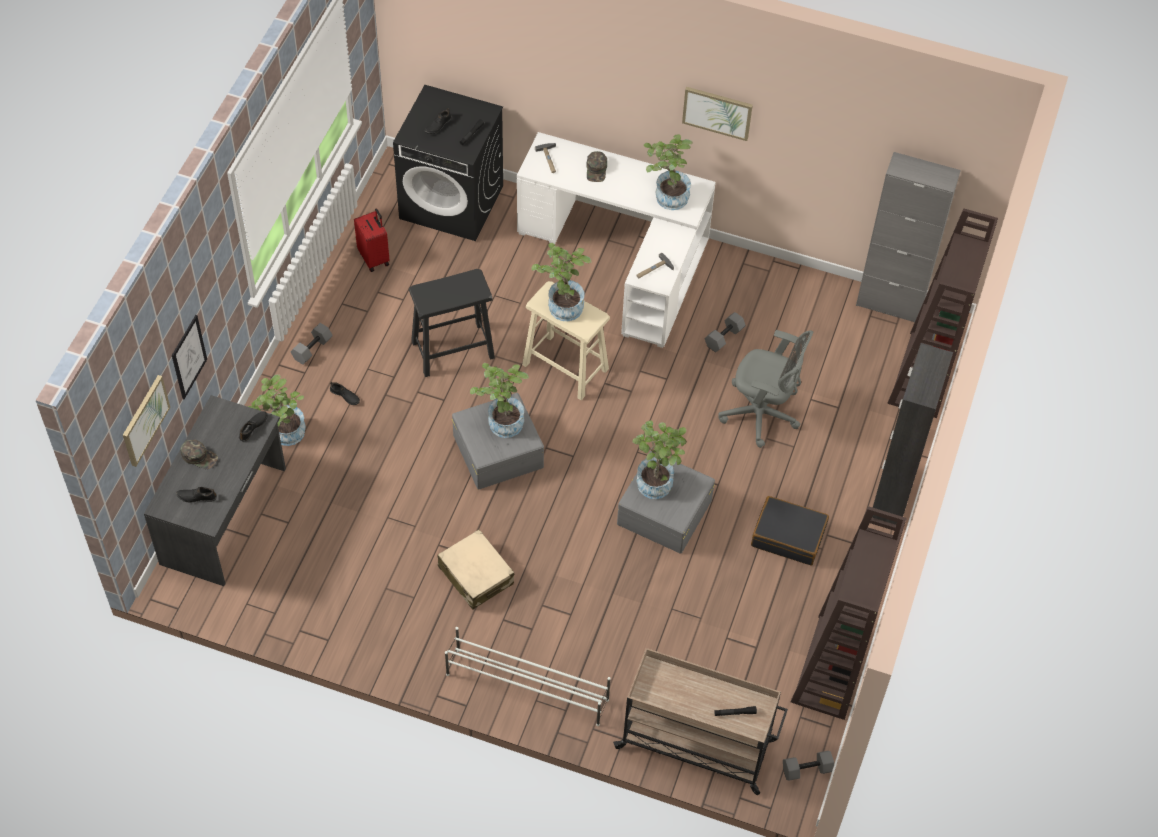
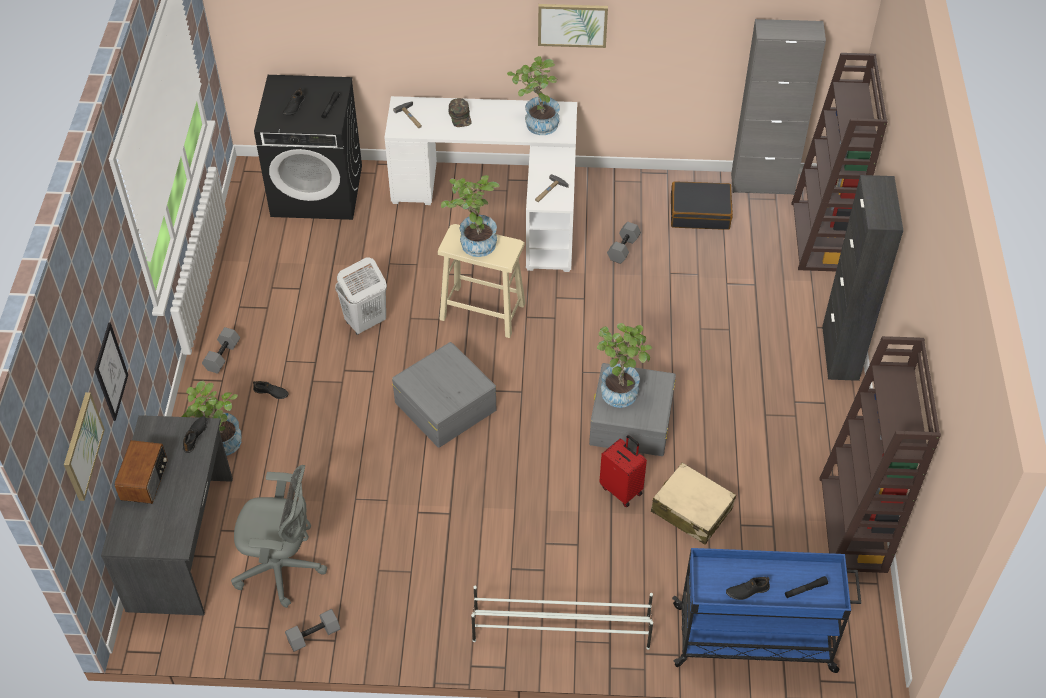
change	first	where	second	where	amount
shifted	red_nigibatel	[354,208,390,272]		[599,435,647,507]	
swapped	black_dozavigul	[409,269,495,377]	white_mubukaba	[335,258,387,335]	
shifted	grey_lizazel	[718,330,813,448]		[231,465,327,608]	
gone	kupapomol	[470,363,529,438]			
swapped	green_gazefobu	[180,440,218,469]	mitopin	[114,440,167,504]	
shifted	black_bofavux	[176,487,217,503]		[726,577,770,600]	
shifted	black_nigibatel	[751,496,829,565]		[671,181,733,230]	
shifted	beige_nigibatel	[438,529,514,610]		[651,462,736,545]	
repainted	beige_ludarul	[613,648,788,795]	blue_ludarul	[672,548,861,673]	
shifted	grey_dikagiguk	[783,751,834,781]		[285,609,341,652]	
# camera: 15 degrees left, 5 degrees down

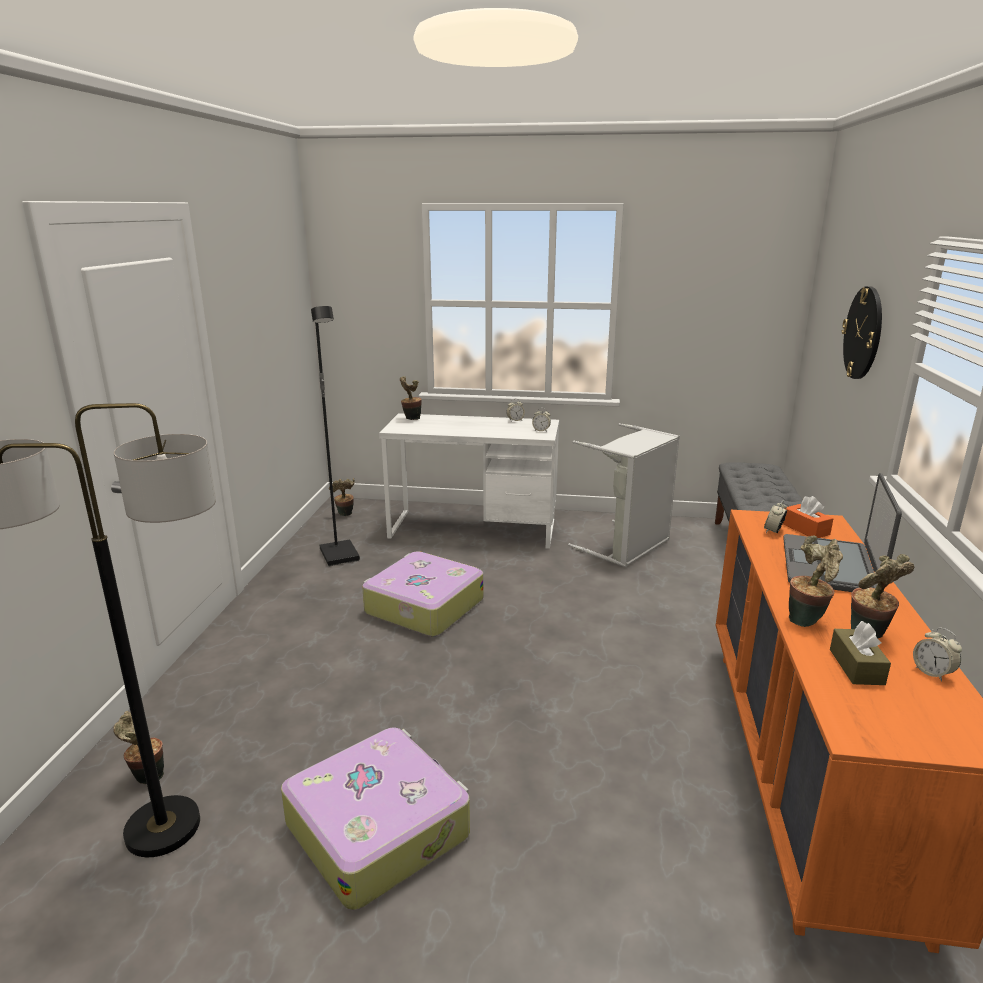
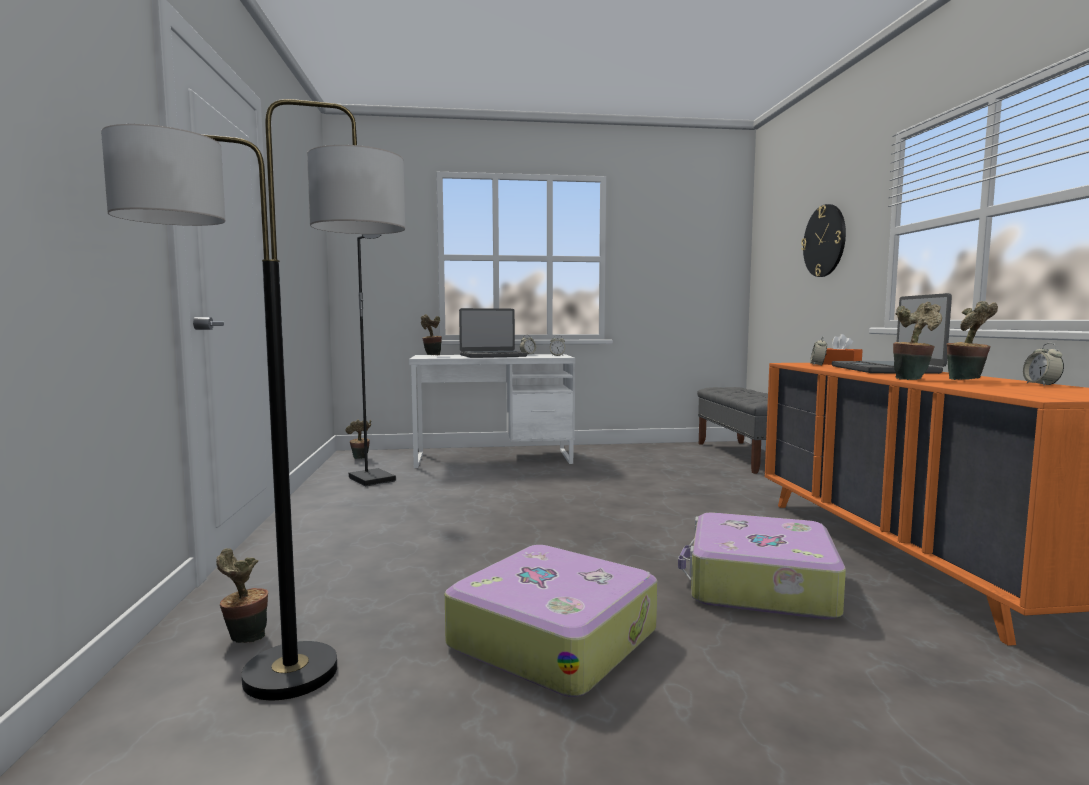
change	first	where	second	where	amount
gone	grey_mubukaba	[568,423,680,567]			
shifted	nigibatel	[362,551,483,637]		[678,512,846,620]	
gone	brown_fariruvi	[830,621,891,685]			
rotated	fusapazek	[913,627,962,682]		[1023,343,1064,385]	45 degrees clockwise
new			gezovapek	[459,308,527,358]	
# camera: 15 degrees left, 15 degrees down

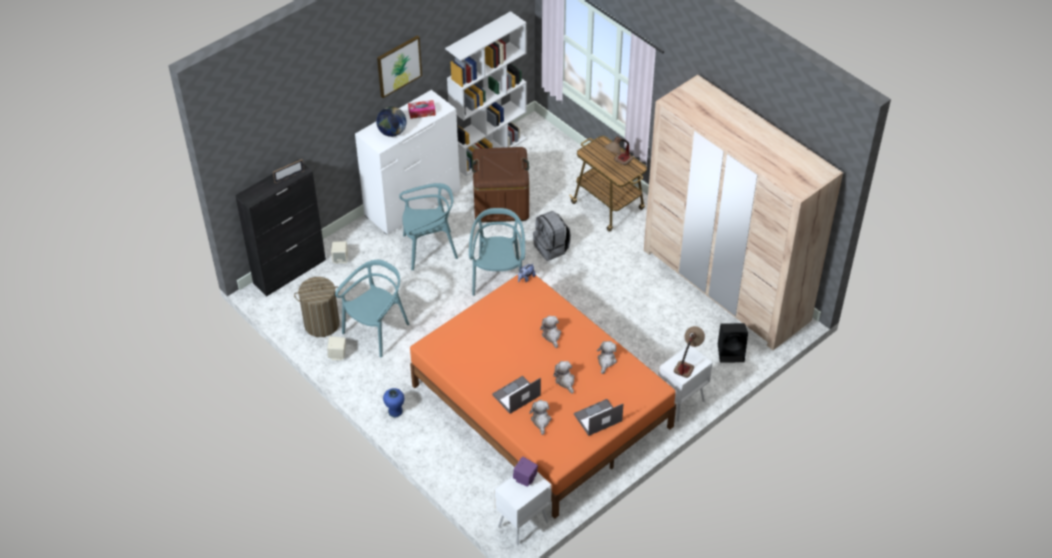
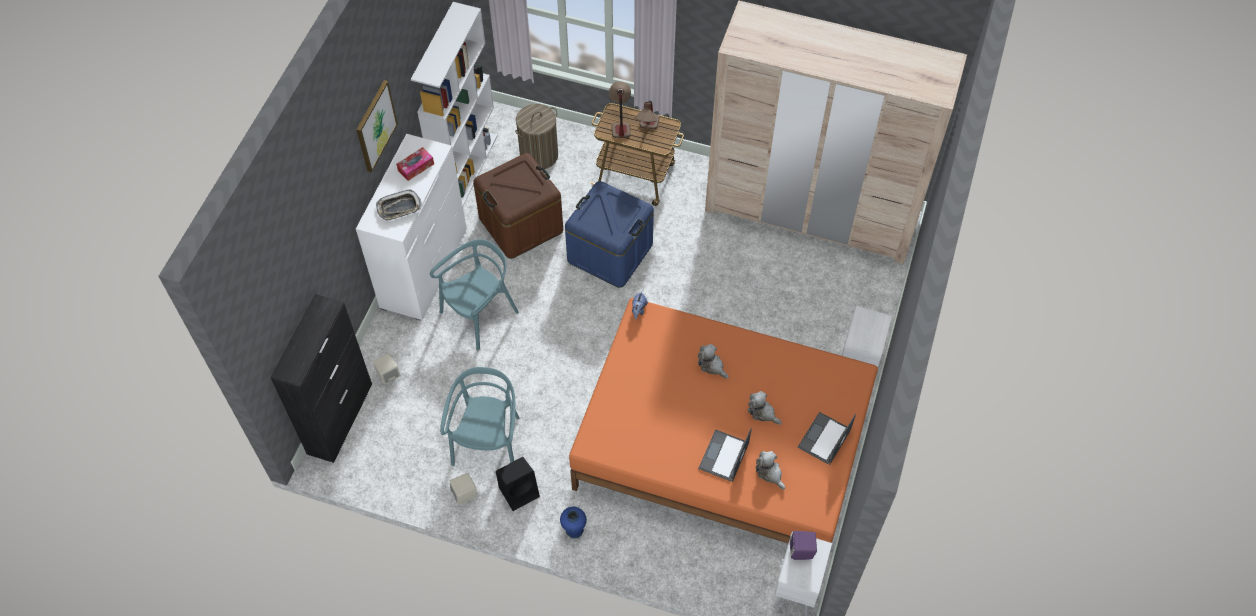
change	first	where	second	where	amount
swapped	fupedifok	[376,107,406,137]	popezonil	[376,189,422,221]	
gone	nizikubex	[273,159,304,184]			
gone	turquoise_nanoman	[469,208,525,296]			
swapped	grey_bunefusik	[533,211,571,261]	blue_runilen	[565,181,654,288]	
shifted	mubukaba	[294,277,340,337]		[515,104,558,169]	
shifted	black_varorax	[718,323,748,363]		[496,457,540,511]	
shifted	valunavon	[674,326,705,378]		[609,81,631,138]	
gone	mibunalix	[597,341,617,374]			
# camera: 30 degrees left, 10 degrees up

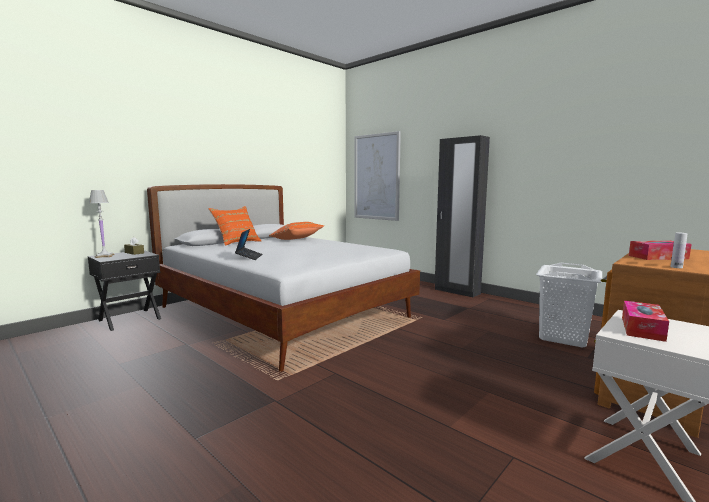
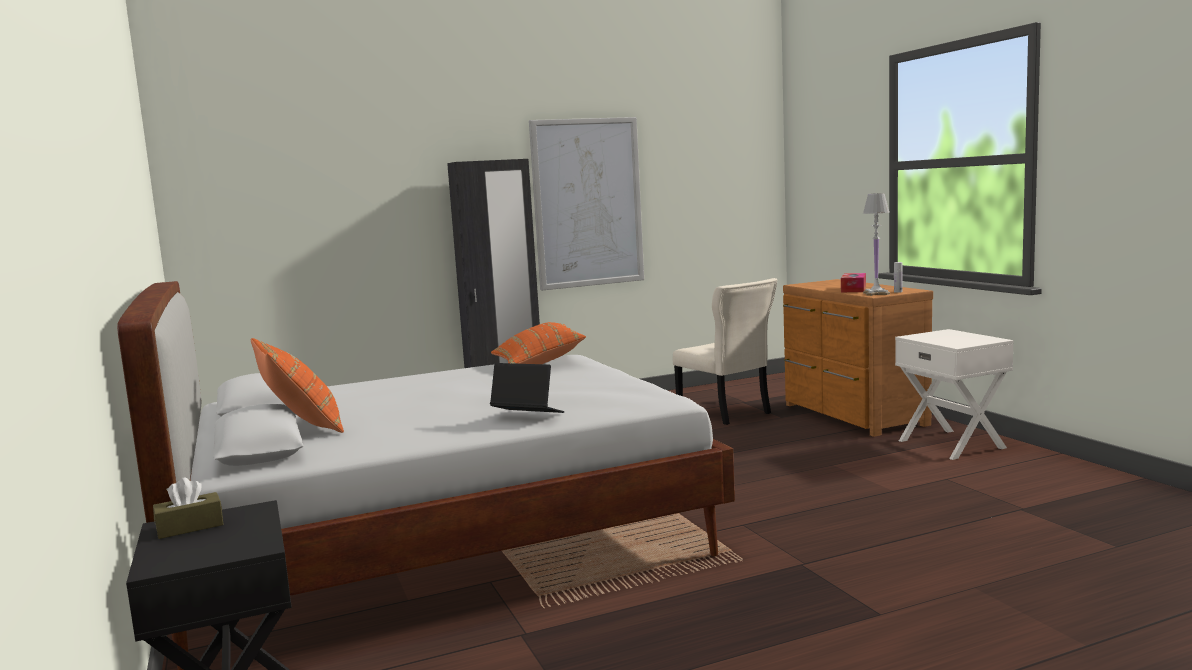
change	first	where	second	where	amount
shifted	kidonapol	[354,131,401,221]		[529,117,644,291]	
shifted	white_valunavon	[89,190,115,258]		[863,193,890,296]	
shifted	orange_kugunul	[269,222,324,240]		[491,322,586,364]	
swapped	white_mubukaba	[536,263,602,348]	beige_nanoman	[673,278,777,425]	
gone	fariruvi	[622,301,669,342]			
# camera: 65 degrees left, 0 degrees up

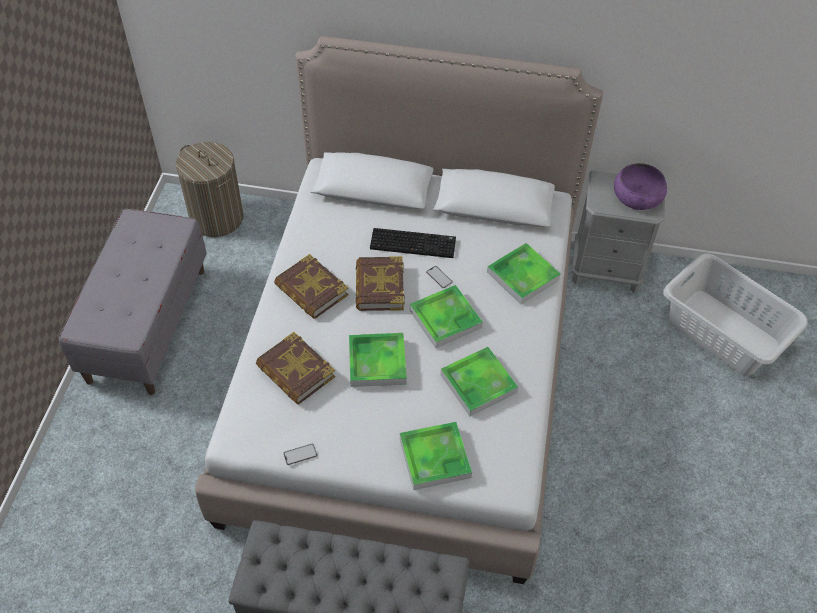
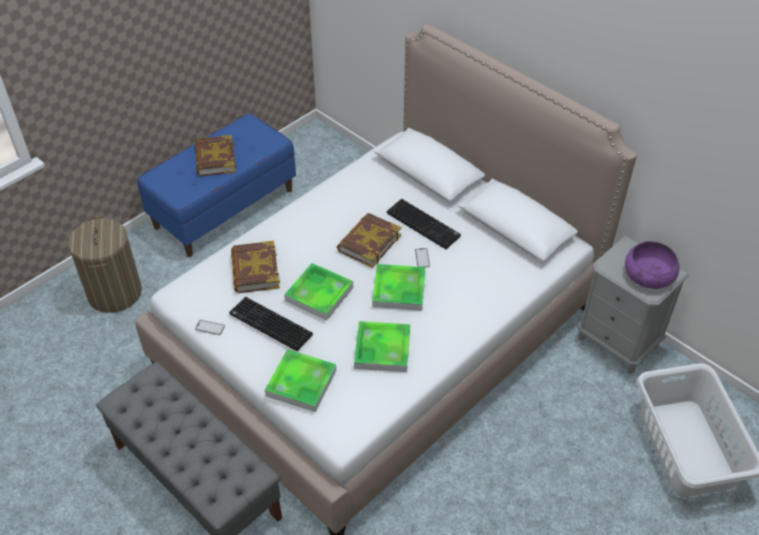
change	first	where	second	where	amount
shifted	mubukaba	[176,142,243,237]		[68,216,142,313]	
repainted	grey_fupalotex	[59,209,207,395]	blue_fupalotex	[137,113,296,257]	
gone	popezonil	[487,243,561,304]			
shifted	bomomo	[274,254,349,319]		[195,135,236,176]	
new			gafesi	[229,297,313,351]	
# camera: 35 degrees right, 5 degrees down

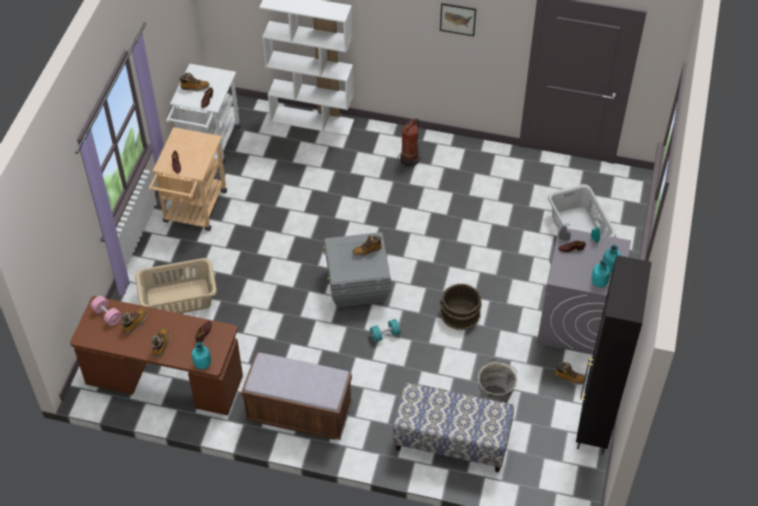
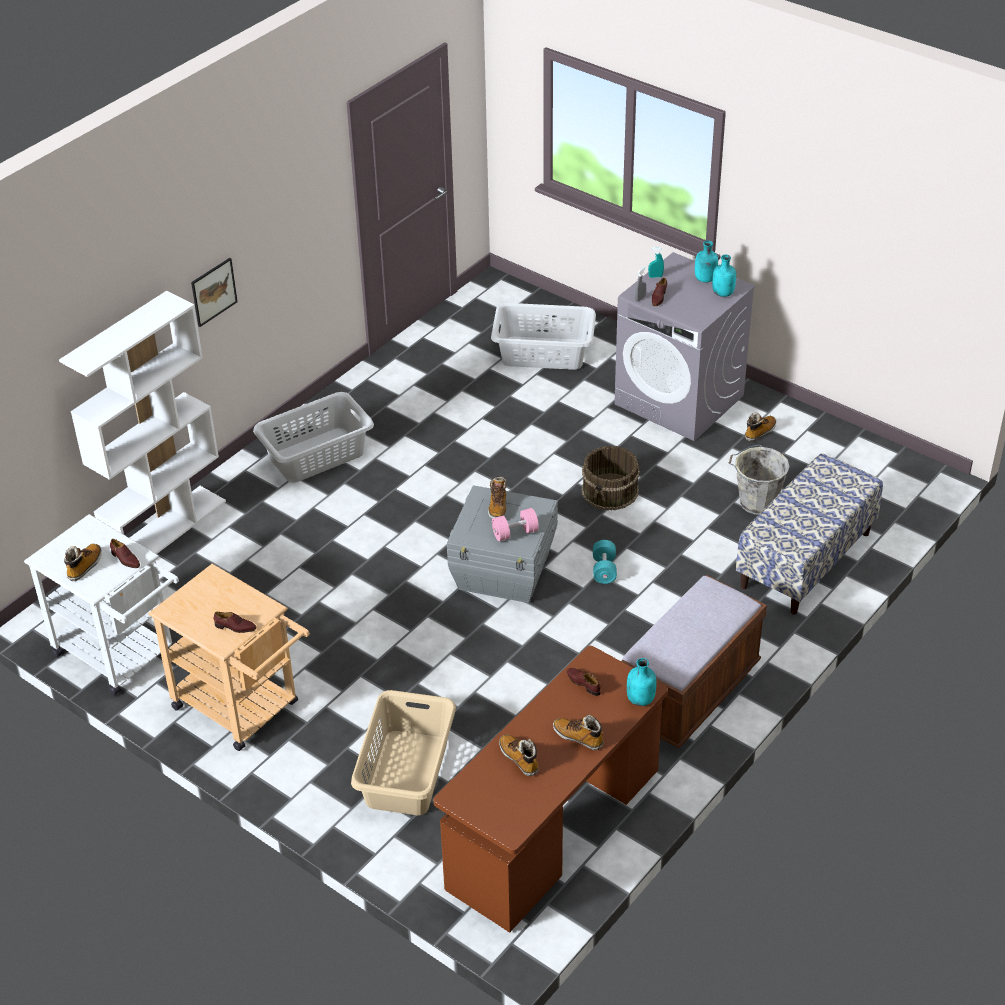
change	first	where	second	where	amount
shifted	kidonapol	[440,3,476,36]		[191,258,237,327]	
swapped	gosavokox	[398,118,421,168]	grey_mubukaba	[253,392,374,483]	
gone	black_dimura	[576,255,652,455]			
shifted	pink_dikagiguk	[90,296,122,326]		[492,508,539,541]	
# camera: 65 degrees left, 10 degrees down

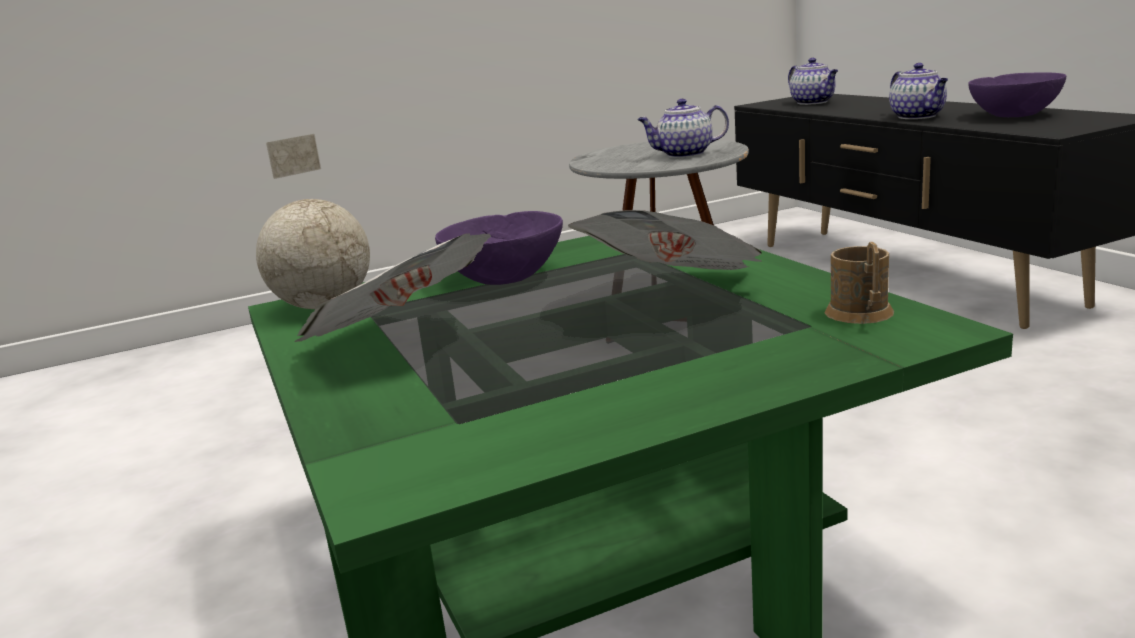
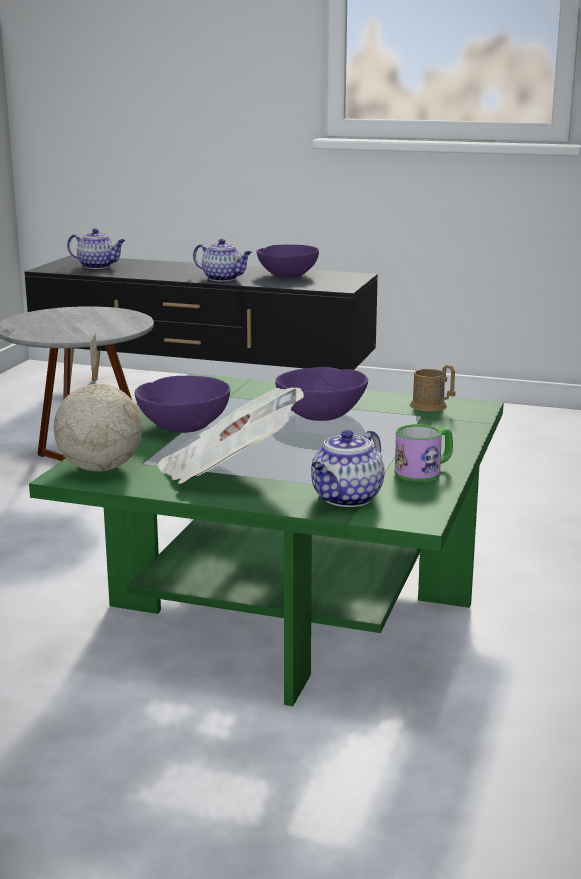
change	first	where	second	where	amount
shifted	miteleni	[637,99,729,158]		[311,430,385,507]	
swapped	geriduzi	[568,210,763,270]	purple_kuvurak	[275,367,368,421]	
new			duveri	[395,424,453,482]	
# camera: 50 degrees left, 0 degrees up

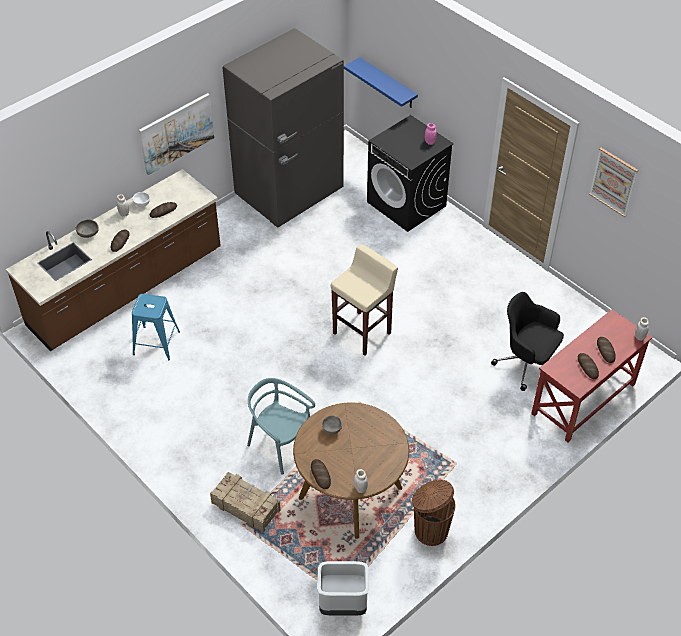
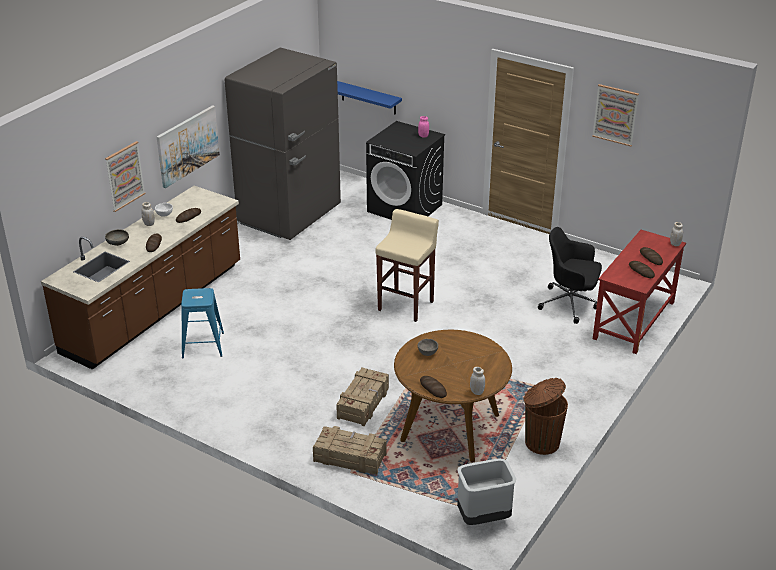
change	first	where	second	where	amount
swapped	turquoise_nanoman	[247,378,315,475]	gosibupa	[336,368,389,426]	
new			kidonapol	[105,141,146,212]	
# camera: 15 degrees left, 15 degrees down

